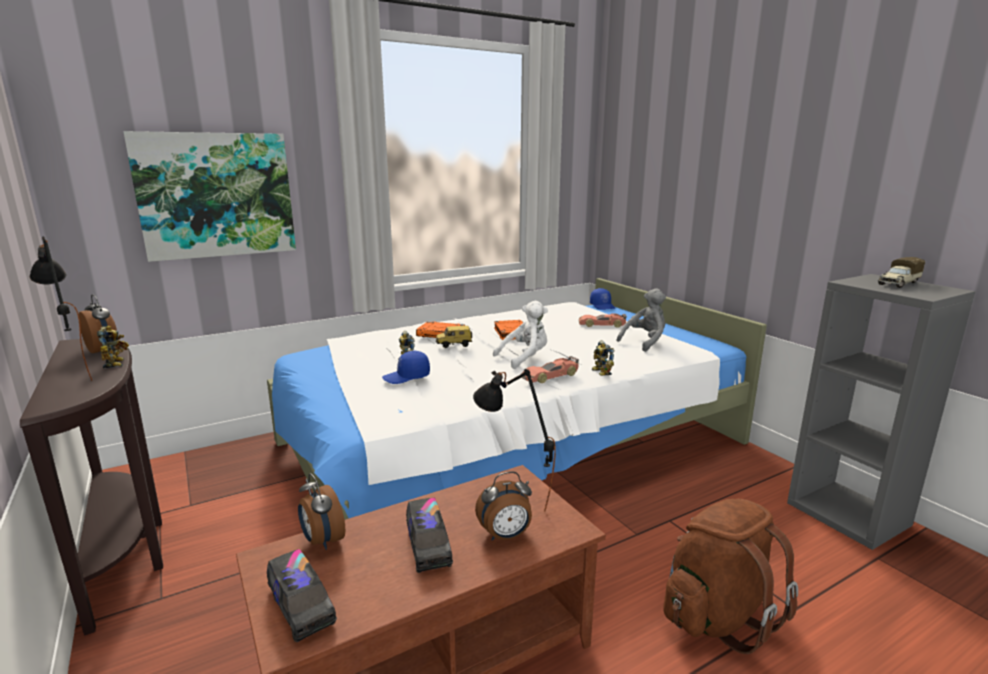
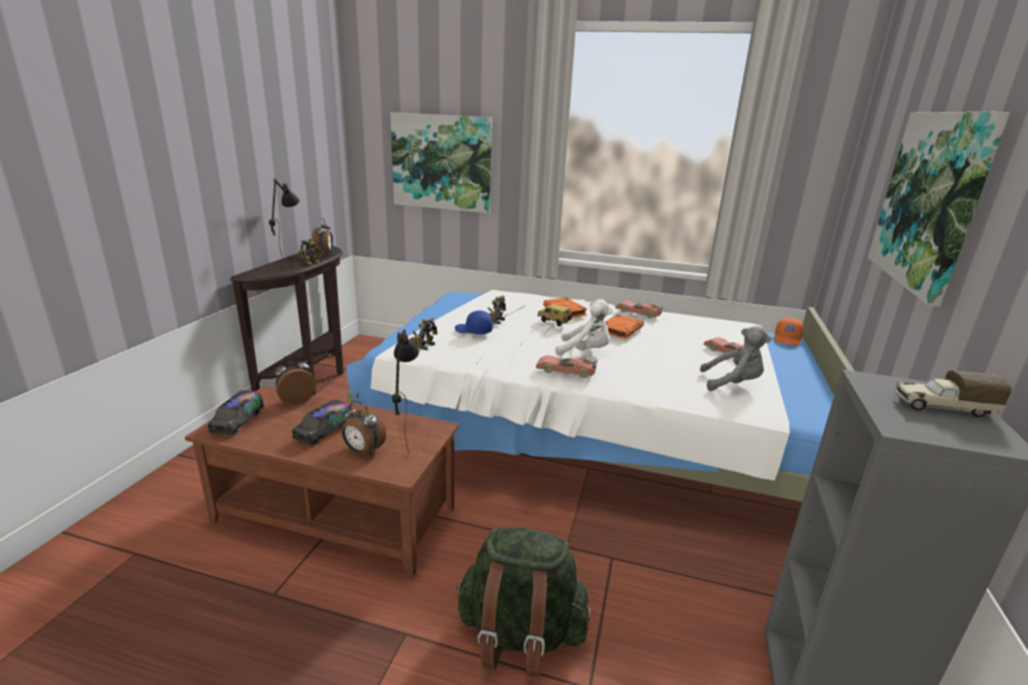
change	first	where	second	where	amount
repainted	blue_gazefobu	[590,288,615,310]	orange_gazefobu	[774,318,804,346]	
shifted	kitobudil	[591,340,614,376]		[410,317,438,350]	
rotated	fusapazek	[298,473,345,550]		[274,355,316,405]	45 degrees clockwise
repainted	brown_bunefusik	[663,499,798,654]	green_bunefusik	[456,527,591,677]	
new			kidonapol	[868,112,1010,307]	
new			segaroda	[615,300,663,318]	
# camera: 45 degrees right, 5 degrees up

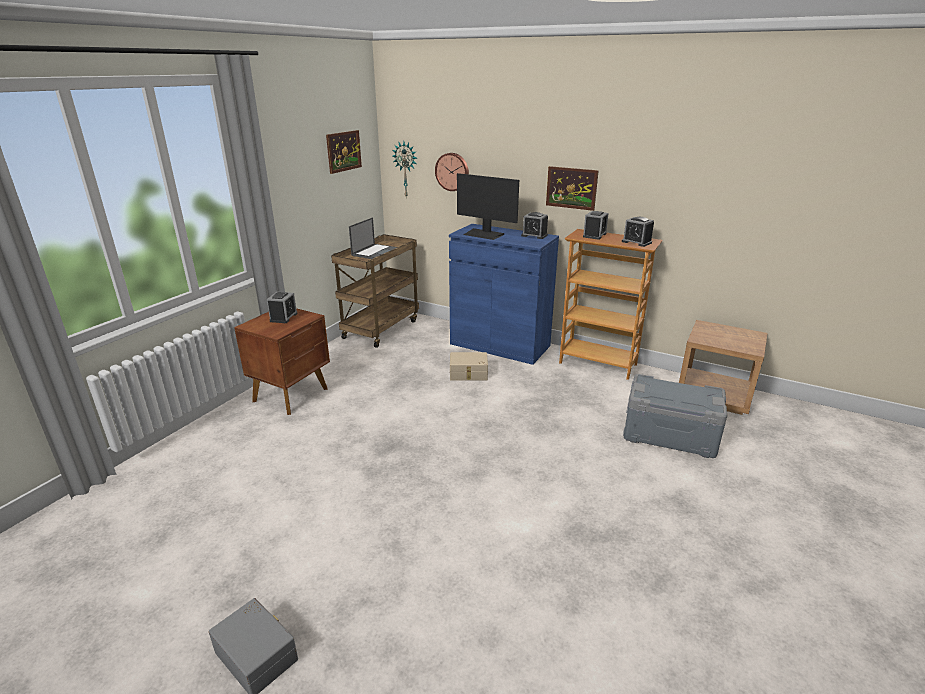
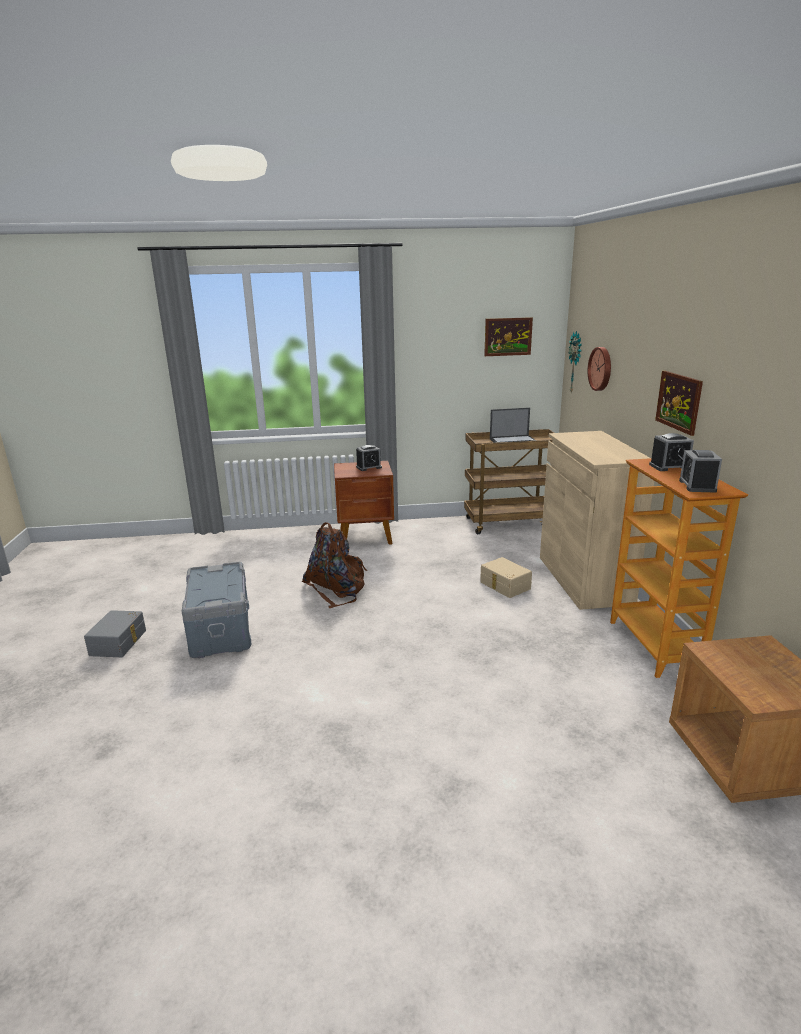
change	first	where	second	where	amount
gone	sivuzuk	[457,173,519,240]			
gone	fusapazek	[521,212,548,239]			
repainted	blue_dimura	[449,224,559,365]	beige_dimura	[540,431,654,610]	
shifted	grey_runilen	[623,374,727,458]		[182,562,251,658]	
new			brown_bunefusik	[302,522,367,608]	
# camera: 55 degrees right, 5 degrees down

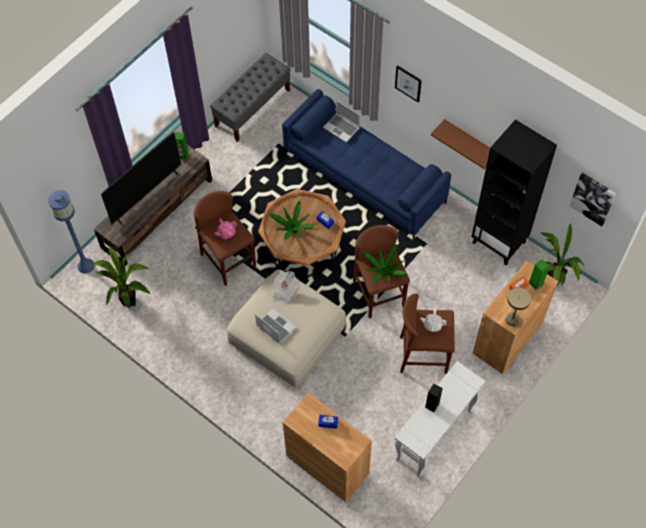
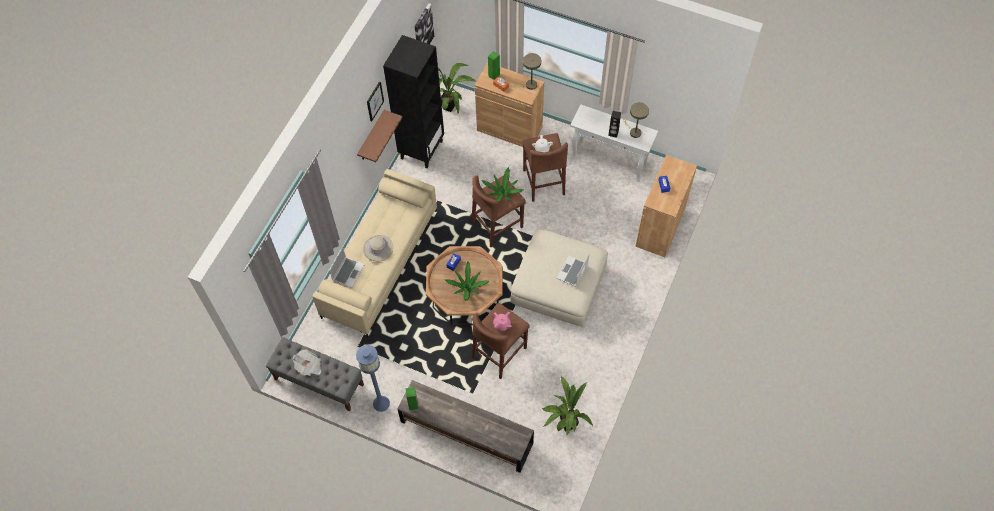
change	first	where	second	where	amount
shifted	kidonapol	[395,65,422,102]		[367,81,384,121]	
repainted	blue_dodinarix	[282,89,451,240]	beige_dodinarix	[312,169,437,337]	
gone	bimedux	[101,132,181,225]			
shifted	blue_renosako	[48,190,95,274]		[356,345,390,412]	
shifted	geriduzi	[272,271,300,302]		[293,350,321,376]	
new			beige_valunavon	[623,102,649,138]	
new			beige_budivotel	[363,235,393,262]	
# camera: 105 degrees left, 0 degrees up

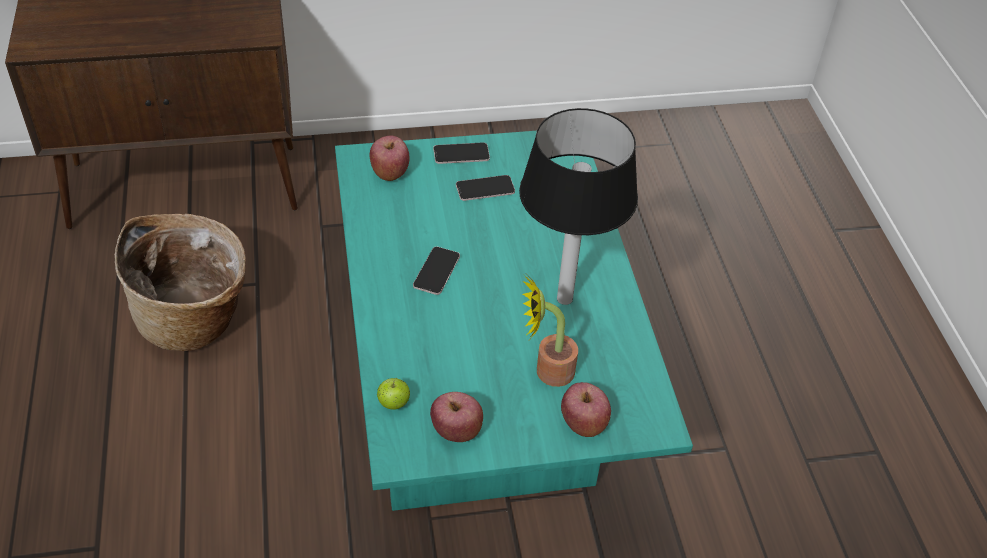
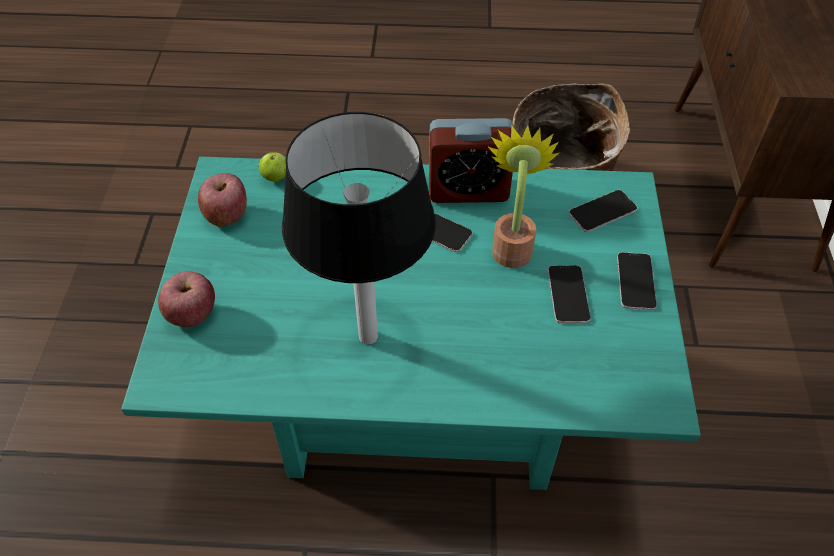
change	first	where	second	where	amount
swapped	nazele	[369,135,409,181]	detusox	[569,190,638,232]	
shifted	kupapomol	[523,275,578,387]		[487,125,559,268]	
new			fusapazek	[429,118,513,203]	
# camera: 105 degrees right, 5 degrees up

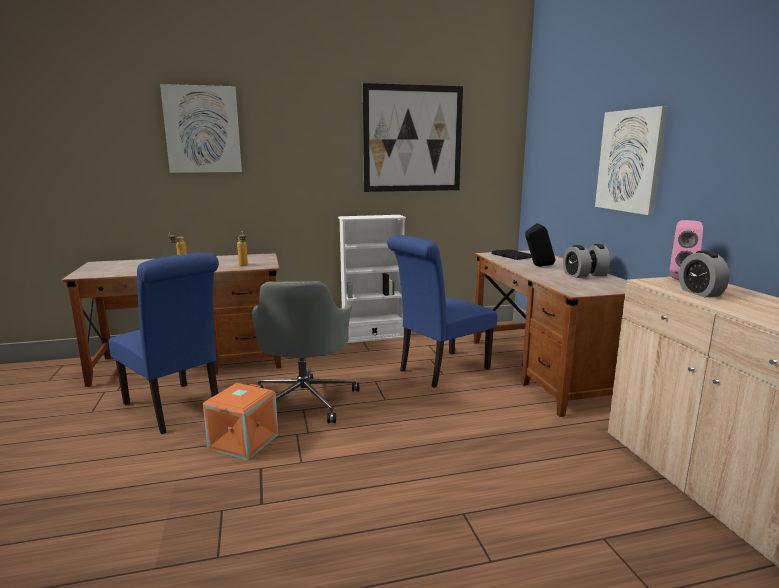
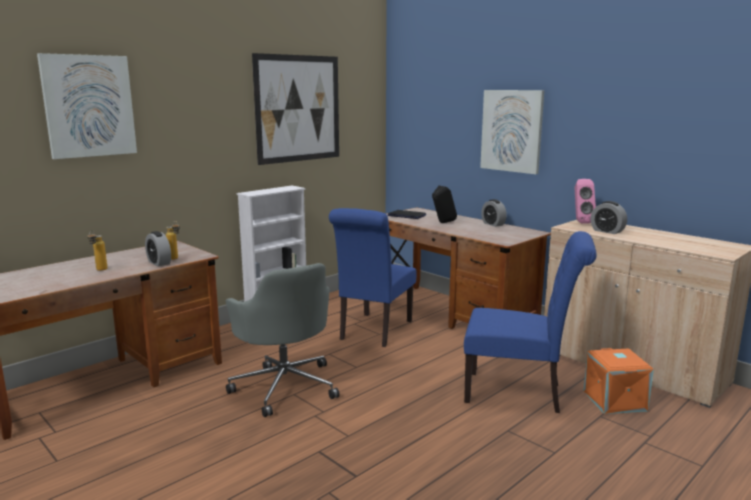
change	first	where	second	where	amount
shifted	fusapazek	[563,245,592,278]		[145,231,171,266]	
shifted	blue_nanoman	[109,253,219,434]		[464,231,597,413]	
shifted	orange_runilen	[203,383,278,460]		[584,348,654,414]	
# camera: 30 degrees left, 0 degrees up

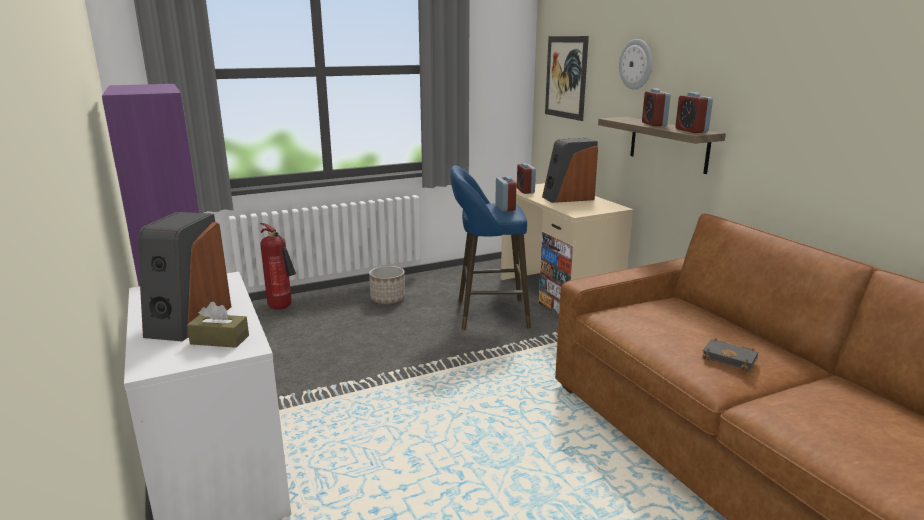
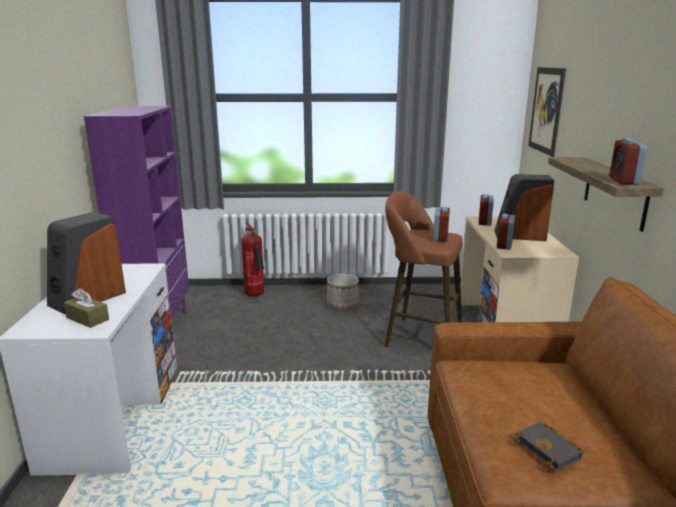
change	first	where	second	where	amount
gone	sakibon	[619,39,652,90]			
shifted	fusapazek	[642,88,671,126]		[497,213,515,250]	
repainted	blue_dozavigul	[450,165,531,330]	brown_dozavigul	[384,191,463,347]	
# camera: 25 degrees right, 0 degrees up

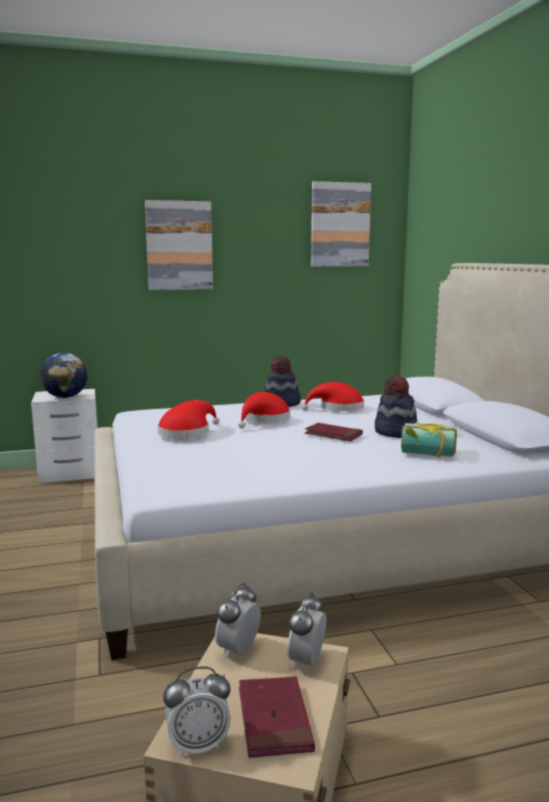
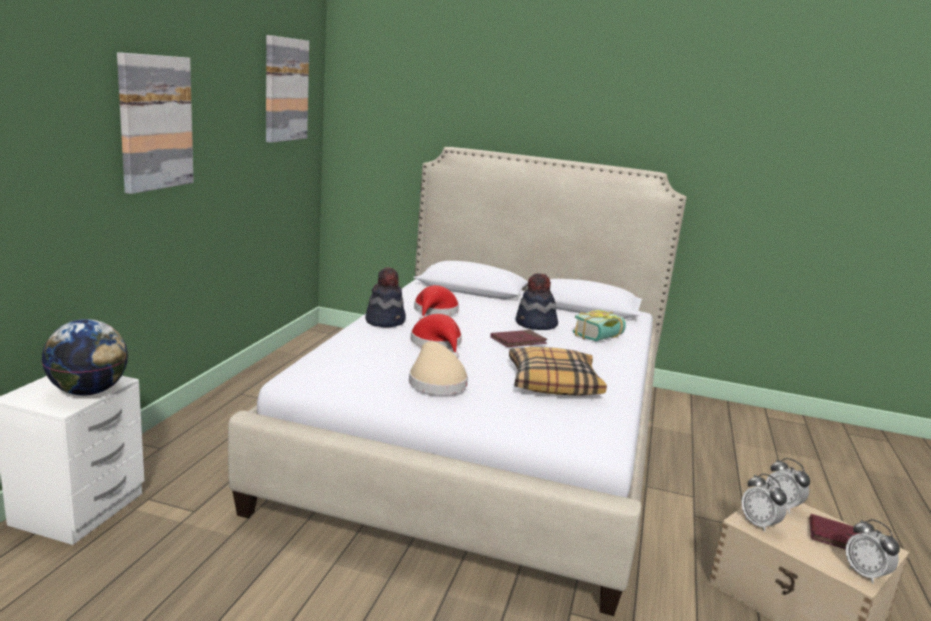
change	first	where	second	where	amount
repainted	red_budivotel	[158,400,220,439]	beige_budivotel	[409,341,468,394]	
rotated	fusapazek	[163,667,231,757]		[846,519,900,584]	135 degrees clockwise
new			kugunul	[509,347,607,396]	
# camera: 60 degrees left, 5 degrees up

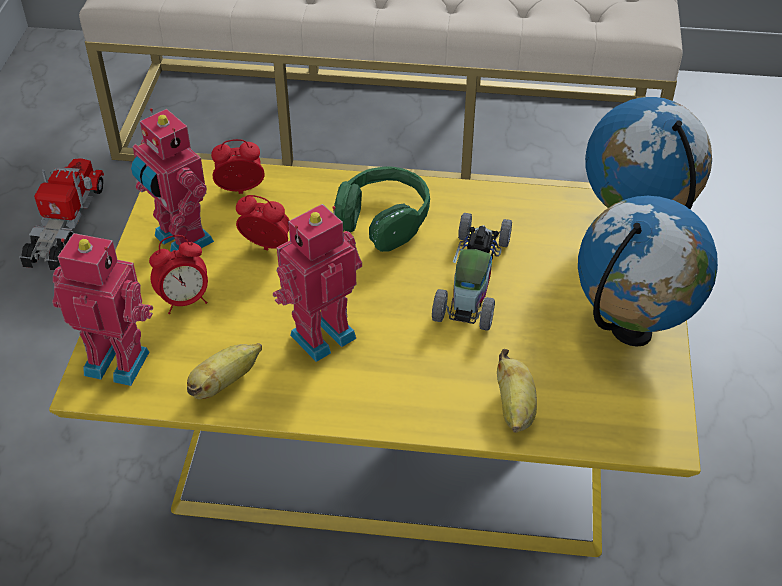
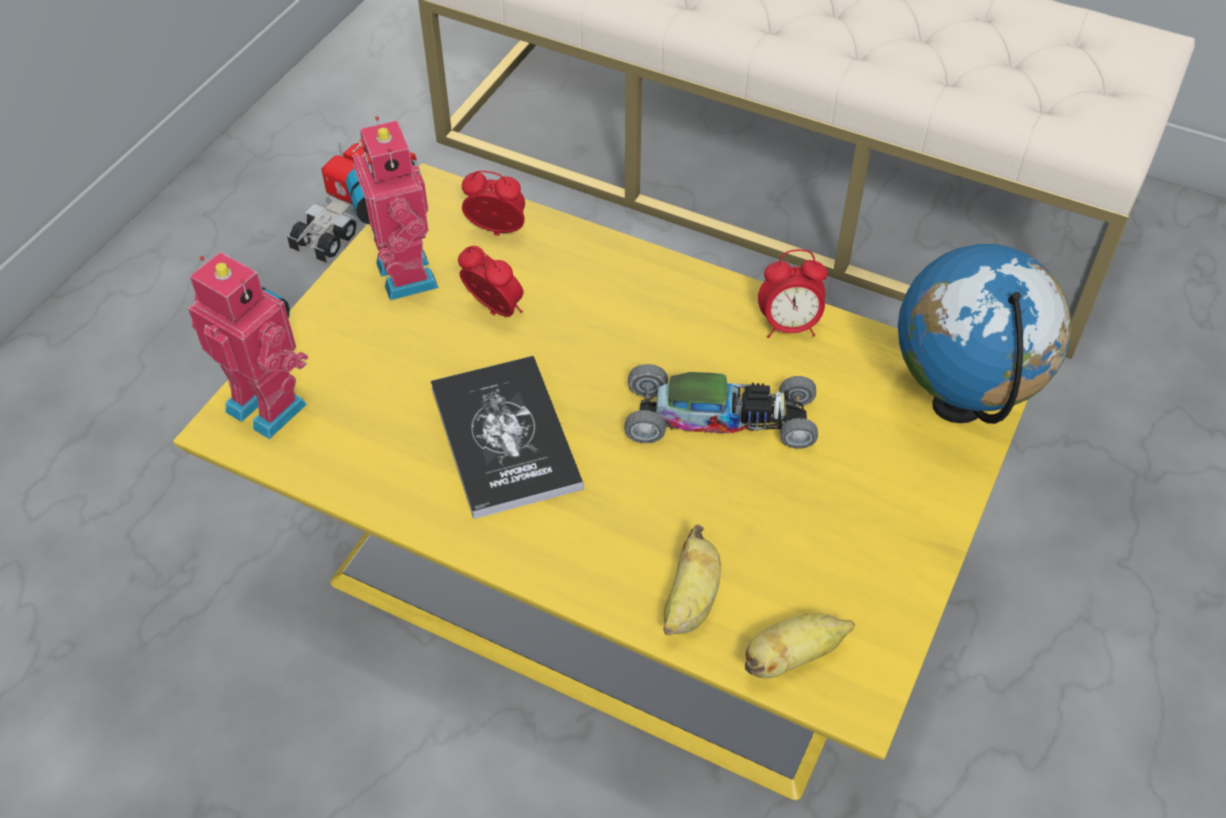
change	first	where	second	where	amount
gone	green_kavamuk	[333,166,430,252]			
gone	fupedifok	[578,196,718,347]			
swapped	kitobudil	[273,204,362,362]	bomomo	[431,356,584,519]	
rotated	segaroda	[432,213,512,331]		[624,364,818,449]	60 degrees clockwise
shifted	fusapazek	[149,235,208,314]		[758,249,828,338]	
shifted	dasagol	[187,343,262,399]		[745,614,855,678]	
# camera: 20 degrees right, 5 degrees up

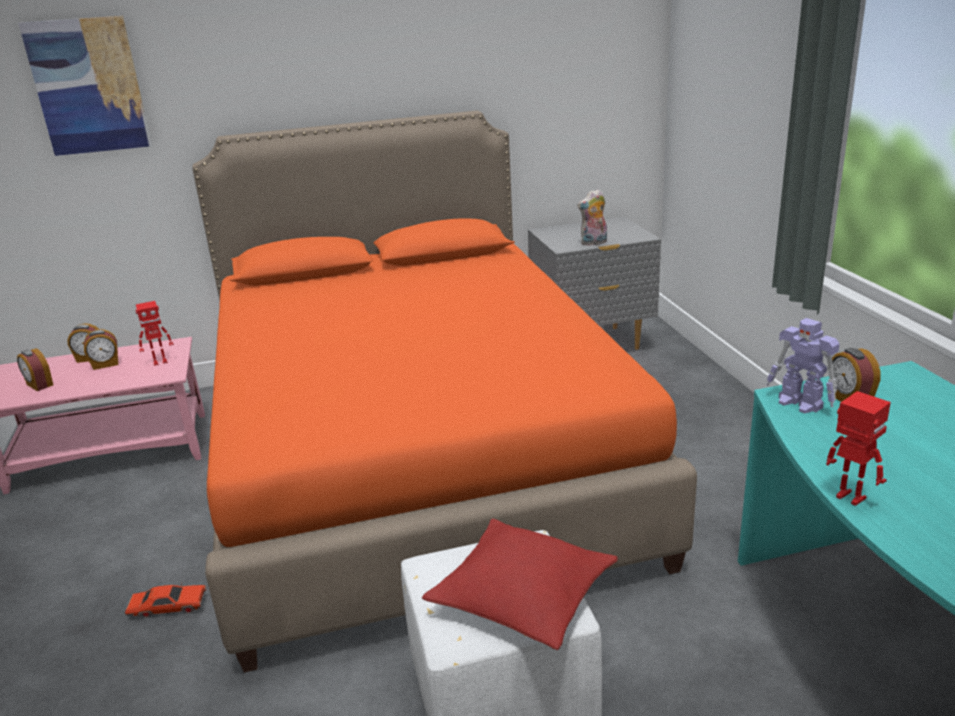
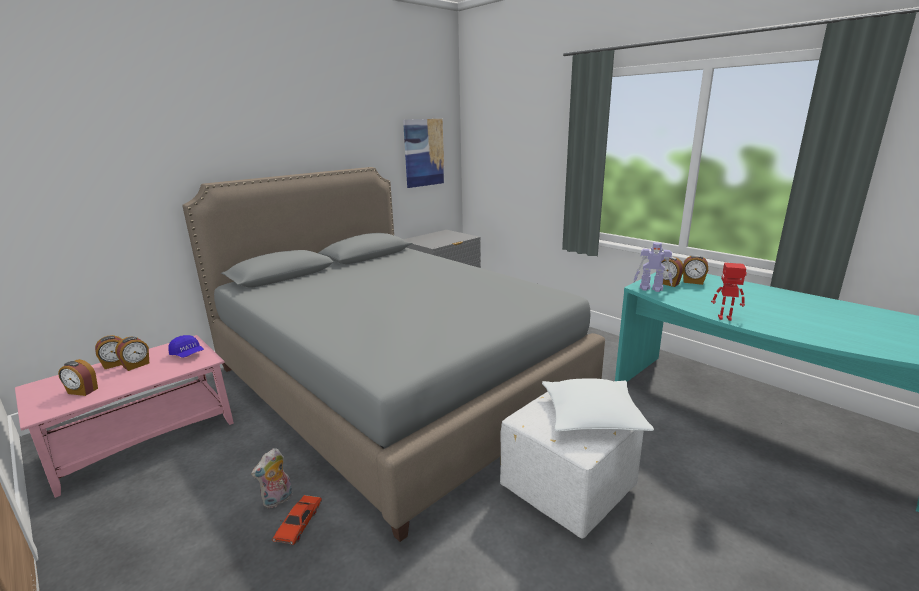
change	first	where	second	where	amount
shifted	kidonapol	[18,16,152,156]		[403,119,445,188]	
repainted	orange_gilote	[192,111,697,672]	grey_gilote	[182,167,605,542]	
shifted	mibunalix	[577,189,607,246]		[251,448,292,508]	
swapped	kitobudil	[136,301,174,366]	blue_gazefobu	[168,335,204,358]	
repainted	red_kugunul	[422,519,618,650]	white_kugunul	[542,378,654,432]	
rotated	red_segaroda	[125,582,206,618]		[272,495,322,545]	135 degrees clockwise
new			fusapazek	[683,255,708,285]	
# camera: 30 degrees left, 5 degrees down

